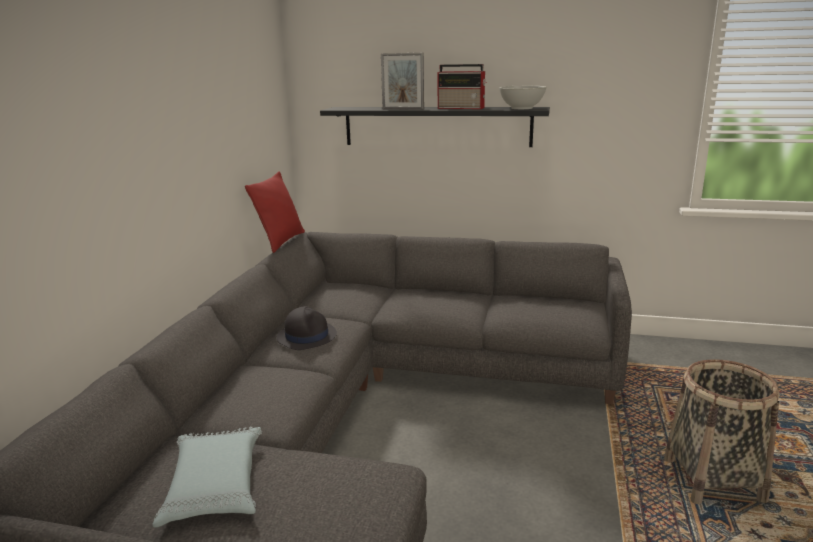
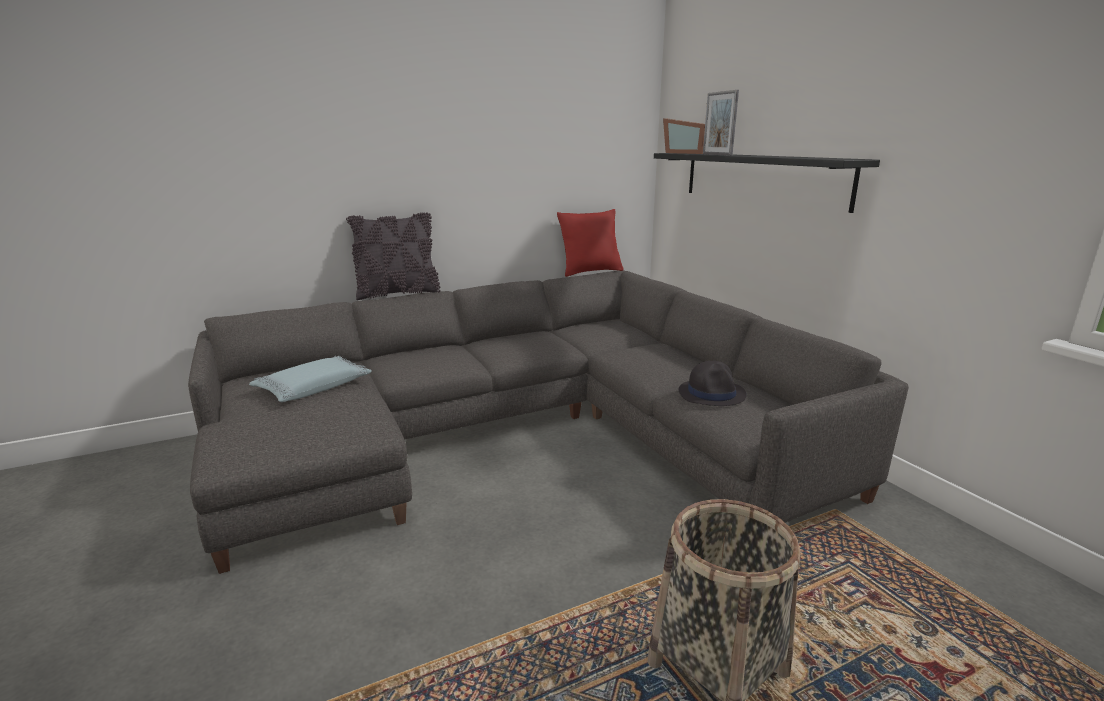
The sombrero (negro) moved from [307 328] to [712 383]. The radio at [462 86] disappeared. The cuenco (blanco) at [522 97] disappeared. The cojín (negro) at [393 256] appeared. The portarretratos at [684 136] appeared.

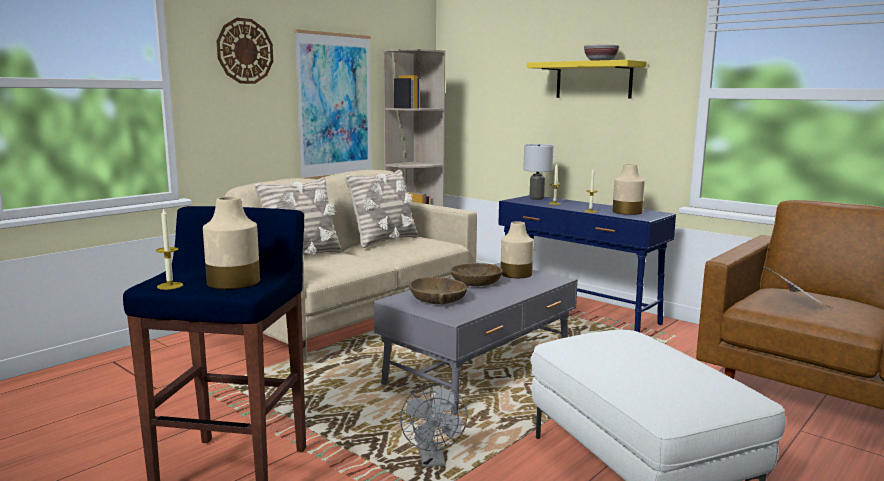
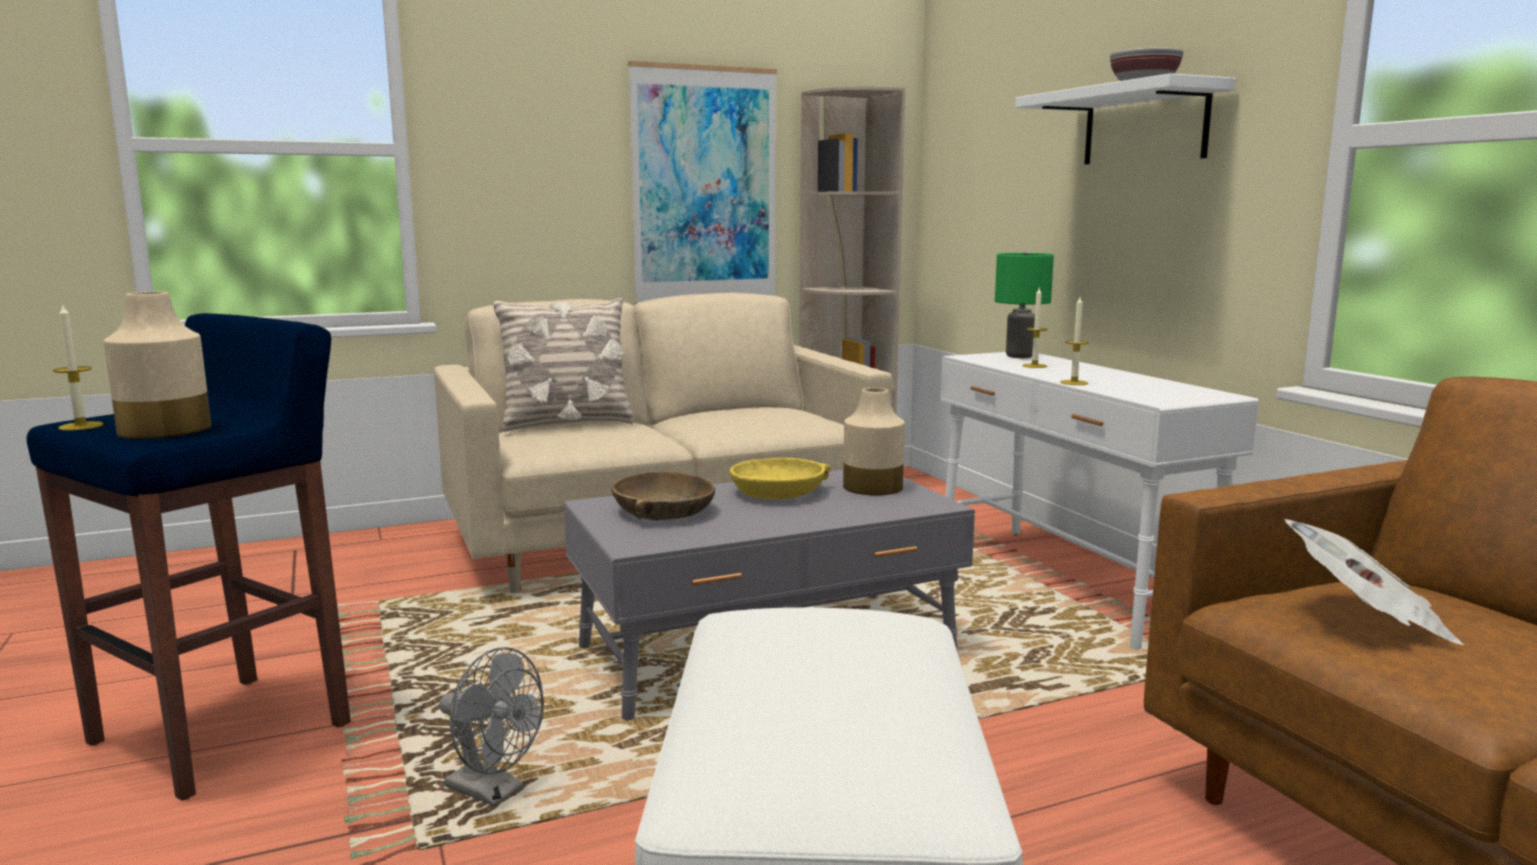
The reloj de pared at [245 51] disappeared. The cojín (beis) at [381 209] disappeared. The ventilador (gris) at [433 425] turned 75 degrees counterclockwise. The cuenco (marrón) at [476 274] became the cuenco (amarillo) at [780 479]. The mesa consola (azul) at [587 263] became the mesa consola (blanco) at [1100 501]. The lámpara de mesa (blanco) at [538 172] became the lámpara de mesa (verde) at [1024 305]. The estante (amarillo) at [587 79] became the estante (blanco) at [1125 118]. The florero (beis) at [628 189] disappeared.

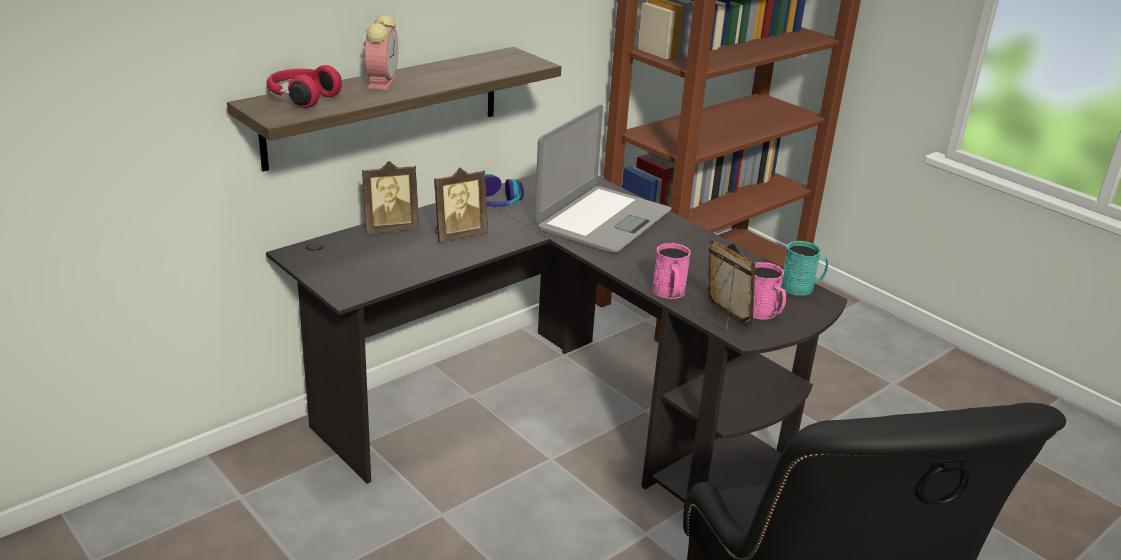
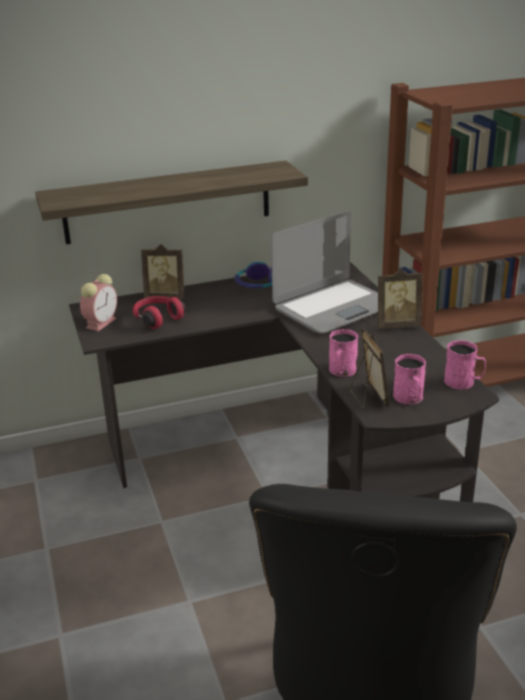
The auriculares (rojo) moved from [304 86] to [159 312]. The despertador moved from [380 52] to [98 302]. The portarretratos moved from [461 205] to [400 298]. The taza grande (turquesa) at [804 268] became the taza grande (rosa) at [465 365].

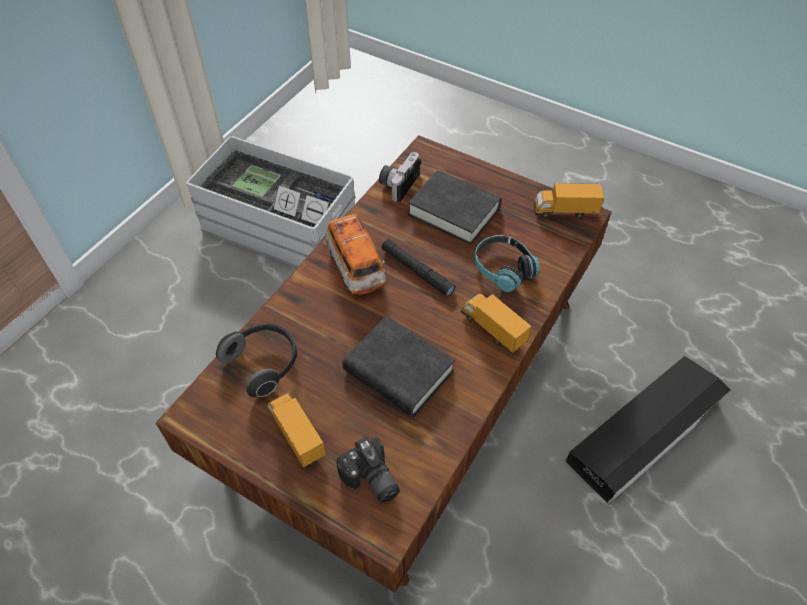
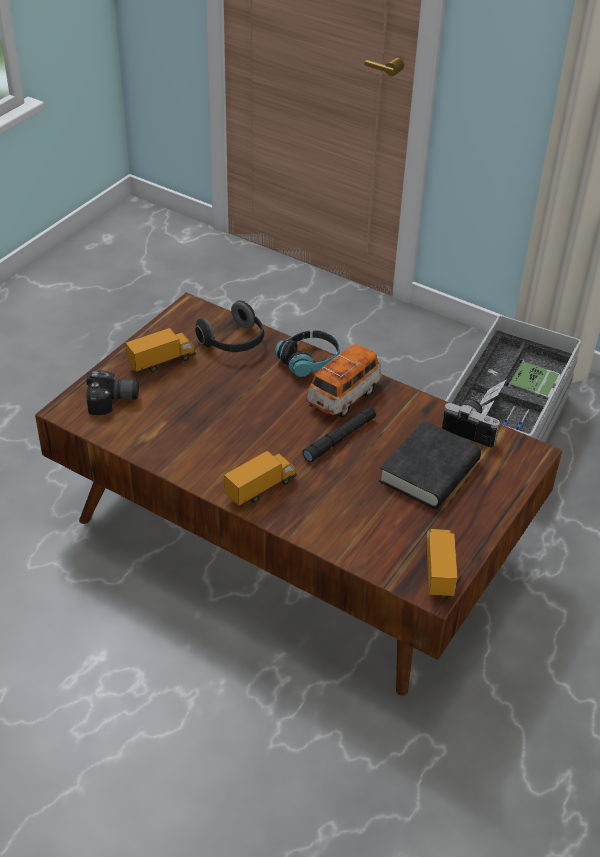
The coche de juguete at [356 254] turned 150 degrees clockwise. The cámara at [368 469] turned 150 degrees counterclockwise. The libro (negro) at [398 366] disappeared. The auriculares moved from [507 263] to [307 353]. The caja de almacenaje (negro) at [648 430] disappeared.

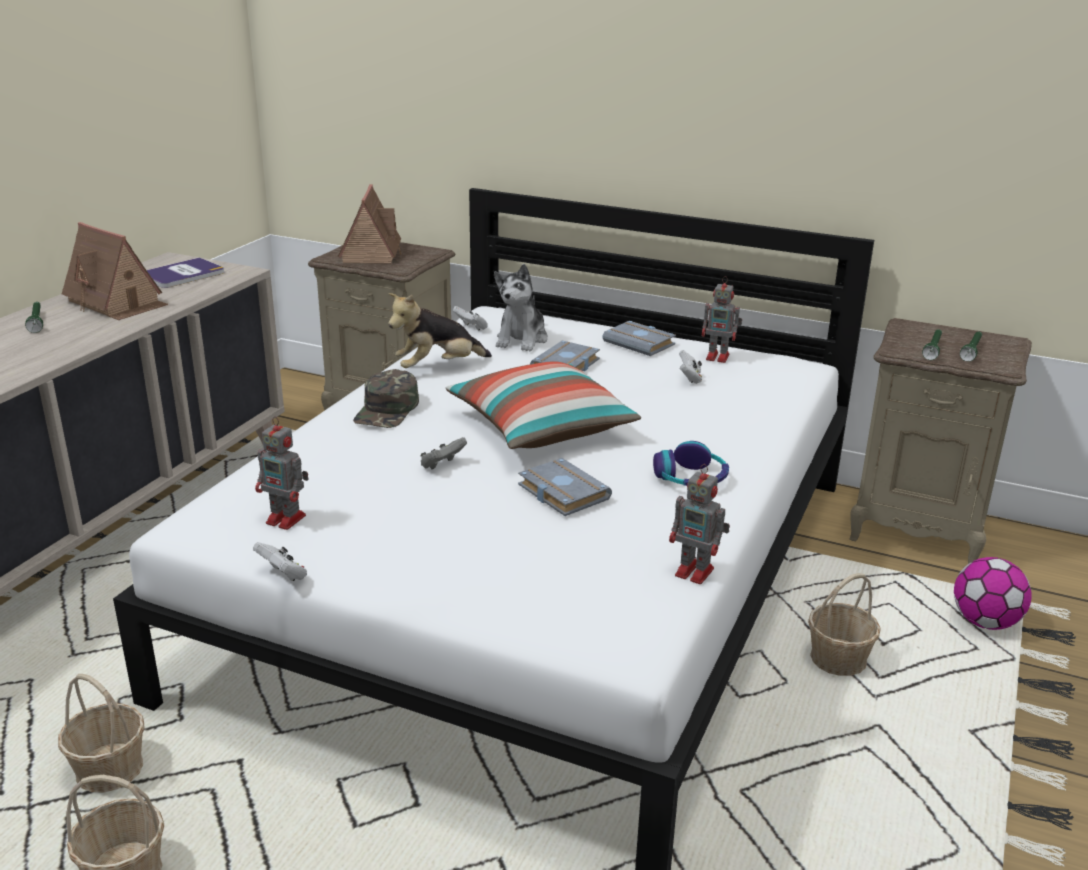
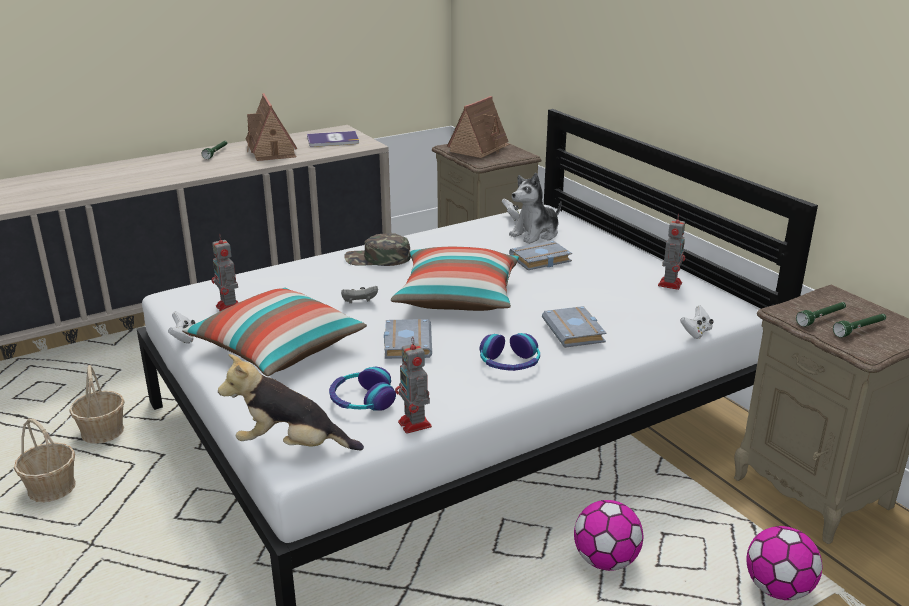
The gorra (verde) at [386 398] turned 45 degrees clockwise. The peluche moved from [440 330] to [291 402]. The libro (gris) moved from [639 338] to [574 327]. The mando de consola (blanco) moved from [690 367] to [697 322]. The robot de juguete at [722 319] turned 120 degrees counterclockwise. The cesta at [844 624] was replaced by the balón de fútbol at [608 535]. The cojín at [274 332] appeared. The auriculares at [362 389] appeared.

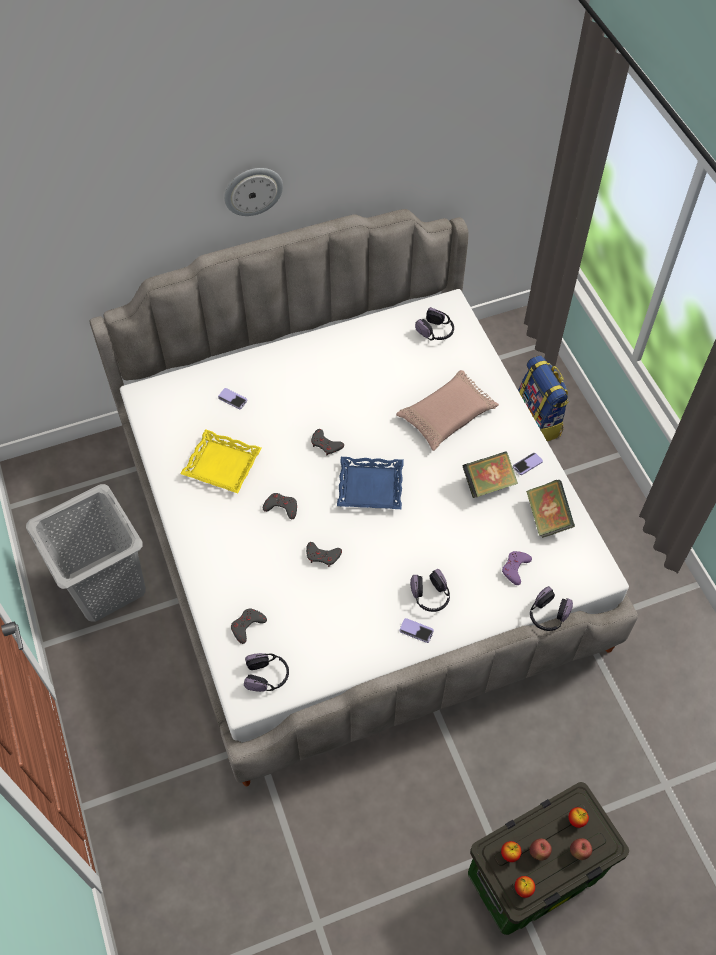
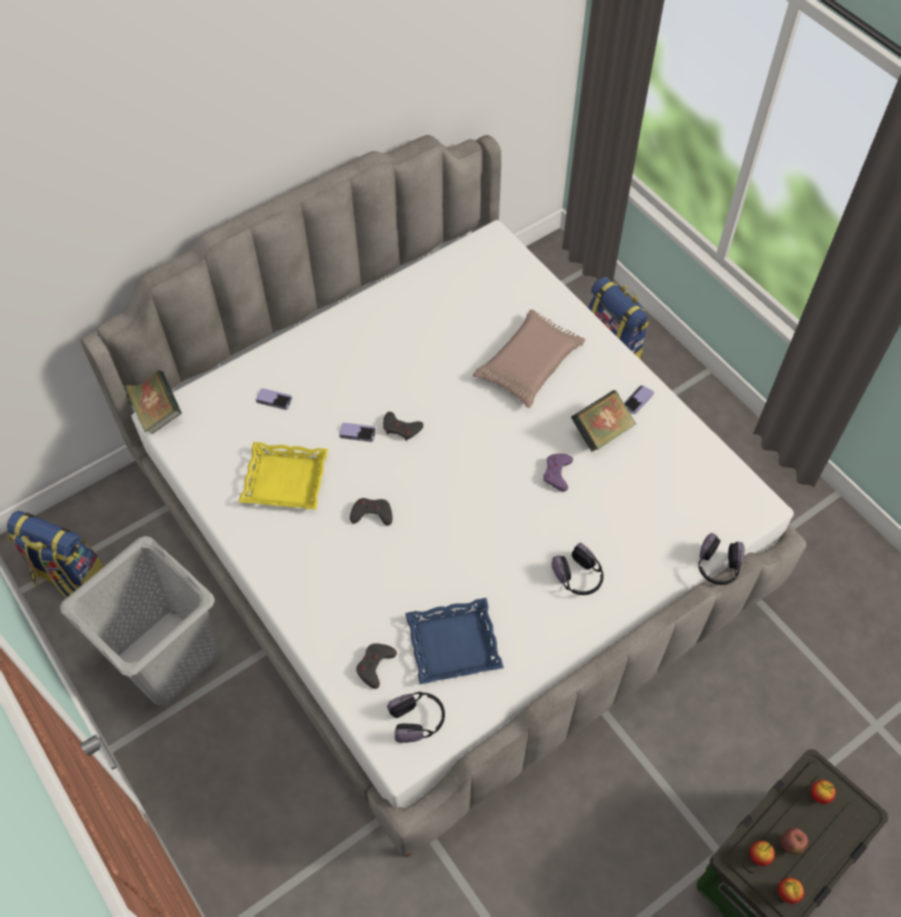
The reloj de pared at [253 192] disappeared. The mando de consola (gris) at [324 554] disappeared. The bandeja (azul) moved from [370 483] to [454 641]. The móvil moved from [417 630] to [357 432]. The auriculares at [434 323] disappeared. The mando de consola (morado) moved from [517 568] to [558 472]. The libro moved from [550 509] to [153 402]. The manzana at [581 849] disappeared. The mochila at [55 554] appeared.

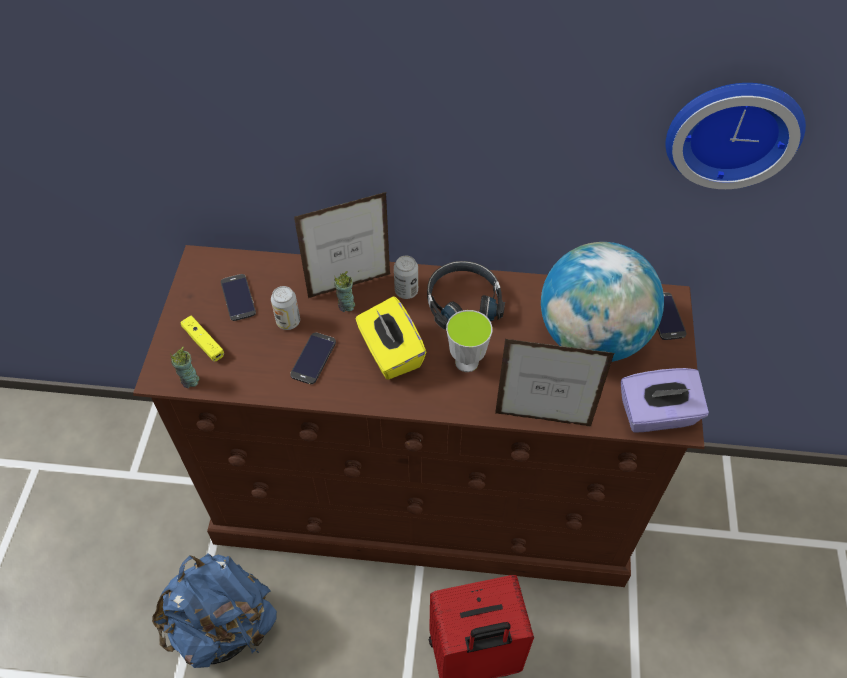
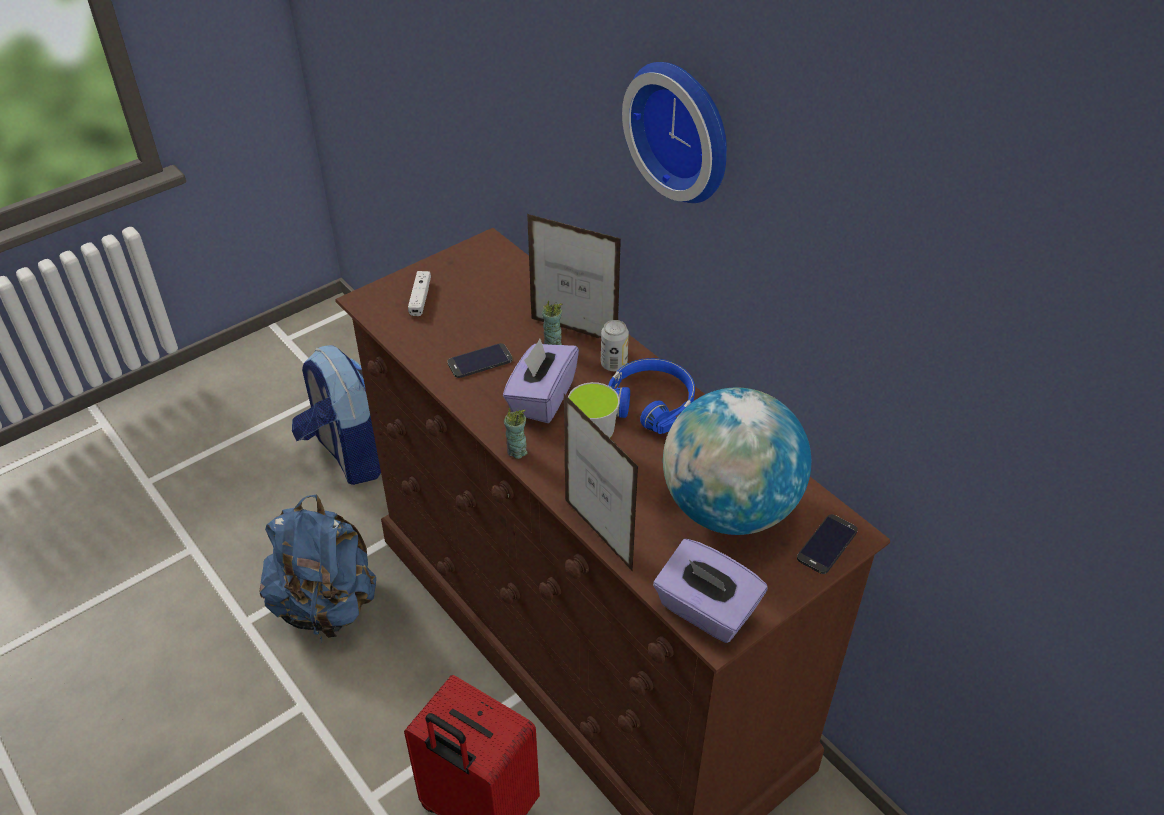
The taza moved from [185 367] to [515 433]. The mando de consola (amarillo) at [202 338] became the mando de consola (blanco) at [419 293]. The móvil at [238 297] disappeared. The lata at [285 308] disappeared. The caja de pañuelos (amarillo) at [391 338] became the caja de pañuelos (morado) at [541 381]. The auriculares (negro) at [466 295] became the auriculares (azul) at [651 396]. The reloj de pared moved from [735 136] to [674 132]. The mochila at [336 415] appeared.

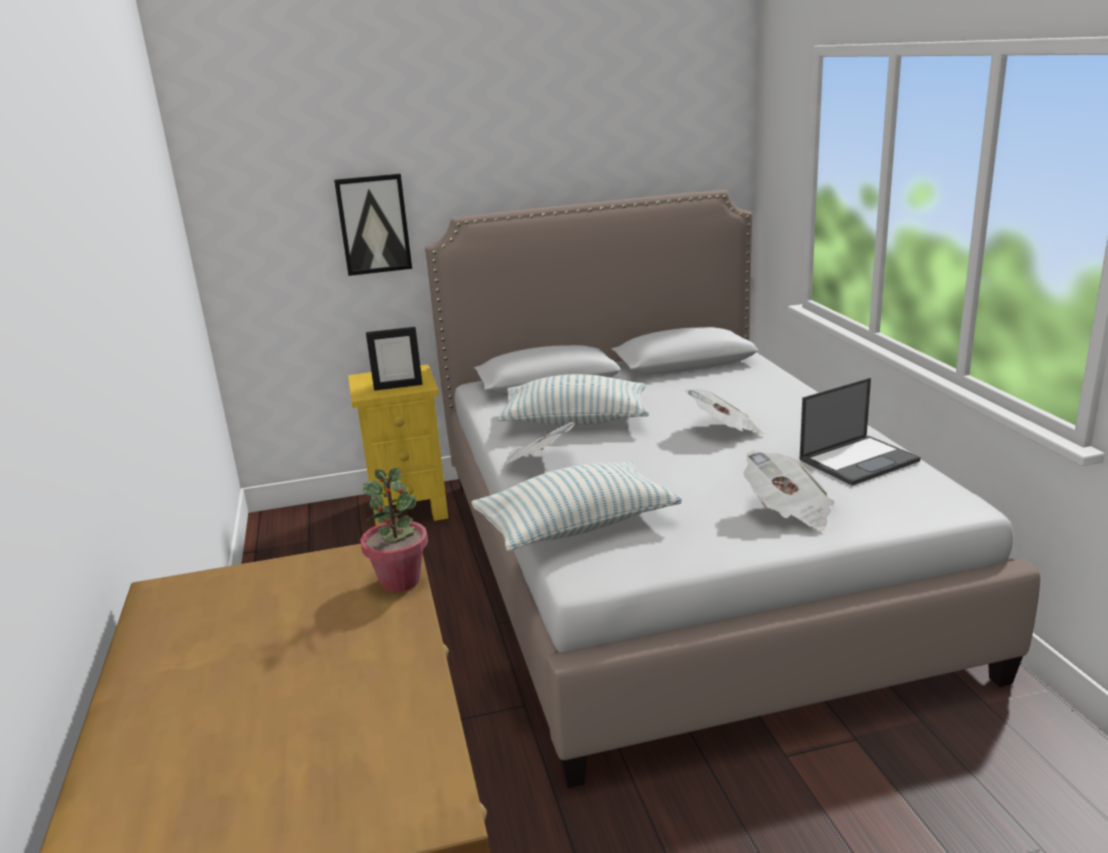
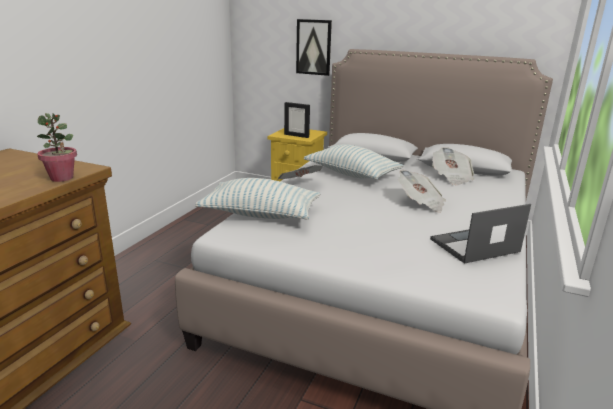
The periódico moved from [788 490] to [453 166]. The portátil at [860 432] turned 150 degrees clockwise.

